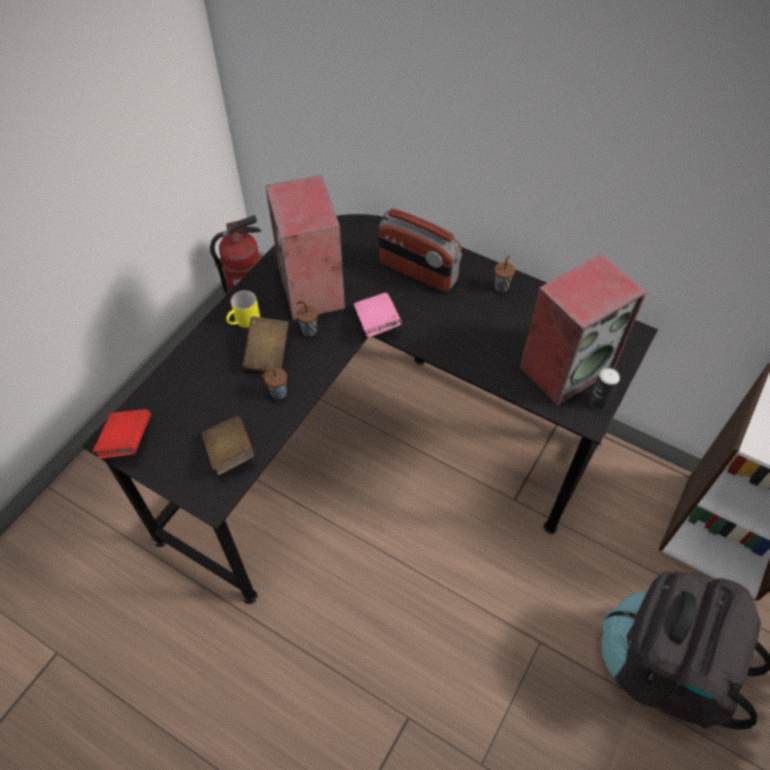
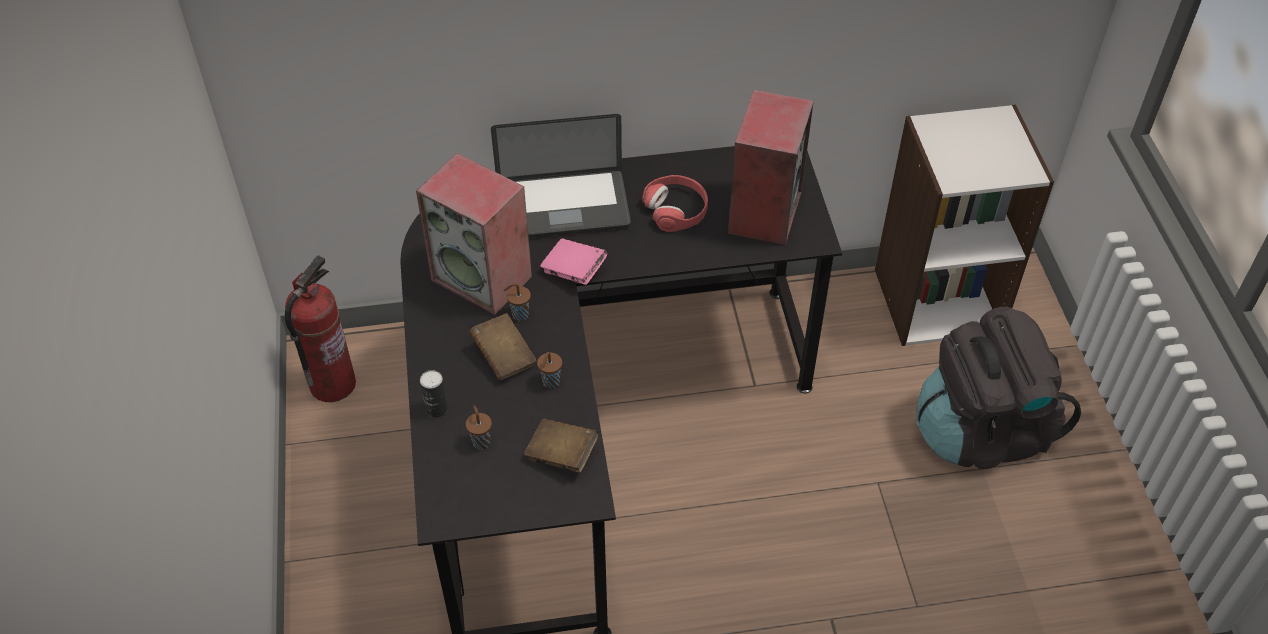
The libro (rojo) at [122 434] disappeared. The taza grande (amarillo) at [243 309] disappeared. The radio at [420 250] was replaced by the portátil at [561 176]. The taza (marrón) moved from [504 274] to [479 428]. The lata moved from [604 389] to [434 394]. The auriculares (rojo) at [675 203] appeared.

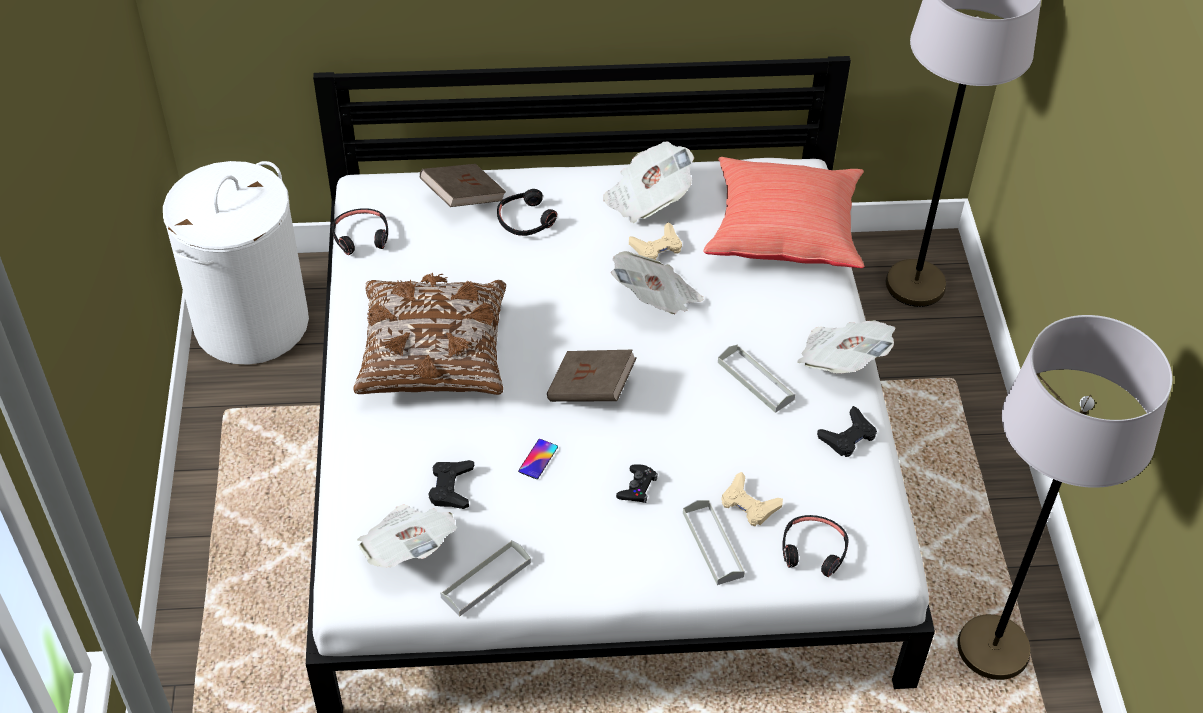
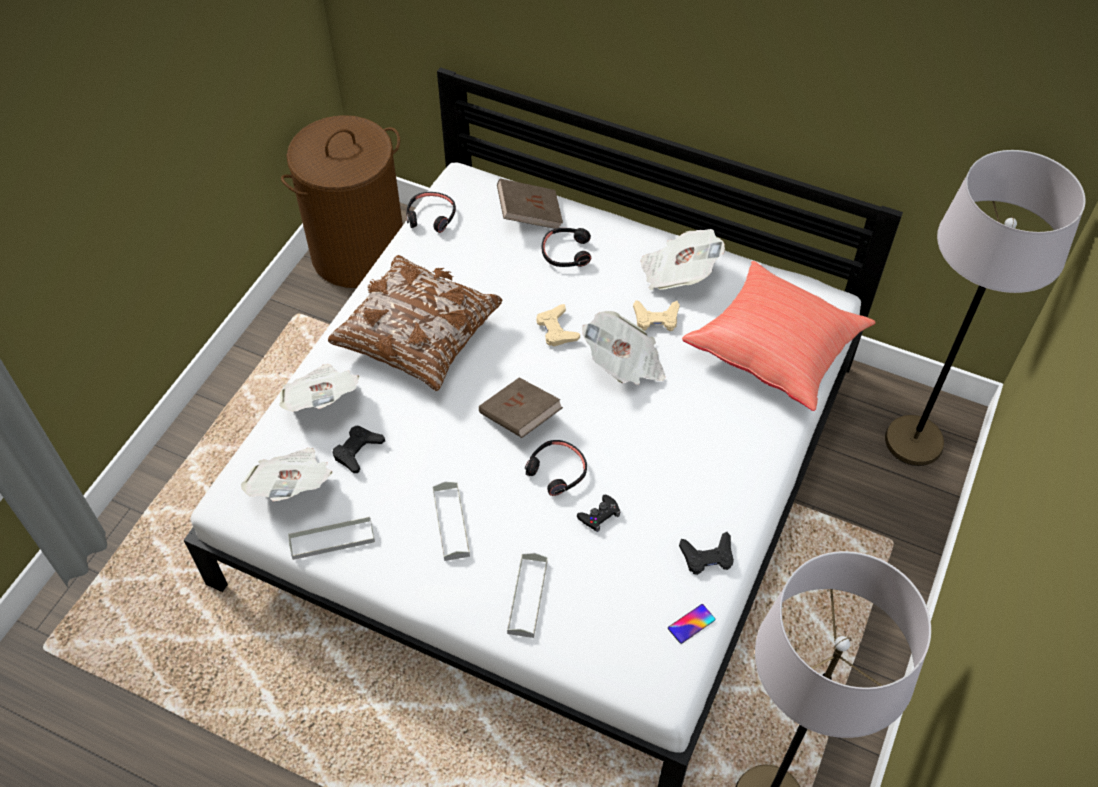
The cesto de la ropa (blanco) at [236 263] became the cesto de la ropa (marrón) at [342 201]. The móvil moved from [538 459] to [691 624]. The mando de consola (negro) moved from [637 483] to [598 513]. The bandeja (gris) moved from [756 379] to [451 521]. The mando de consola (beis) moved from [752 499] to [558 325]. The auriculares (negro) moved from [815 546] to [556 468]. The periódico moved from [846 346] to [319 388].

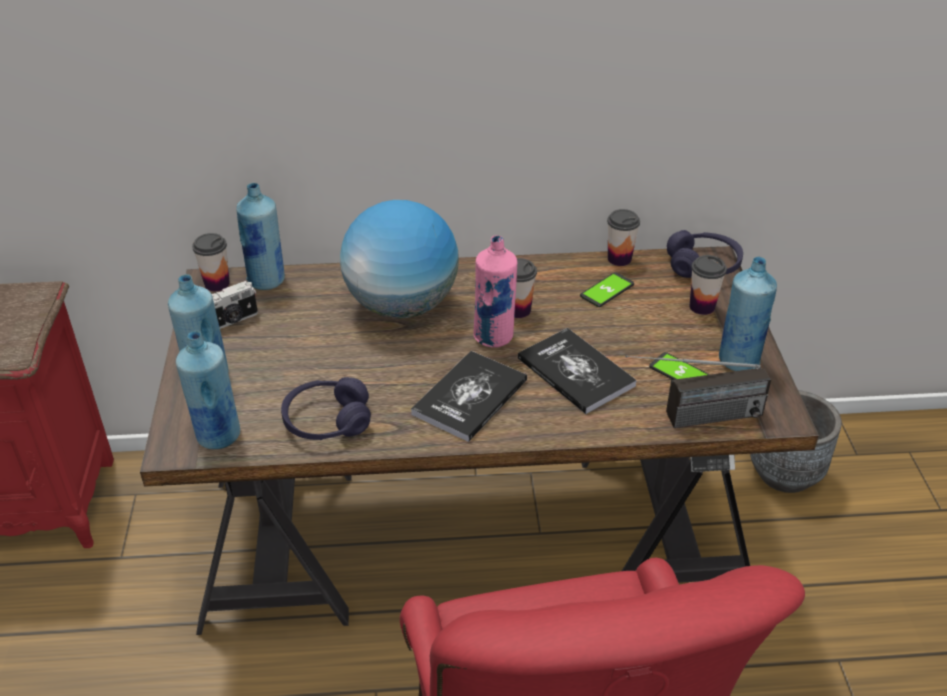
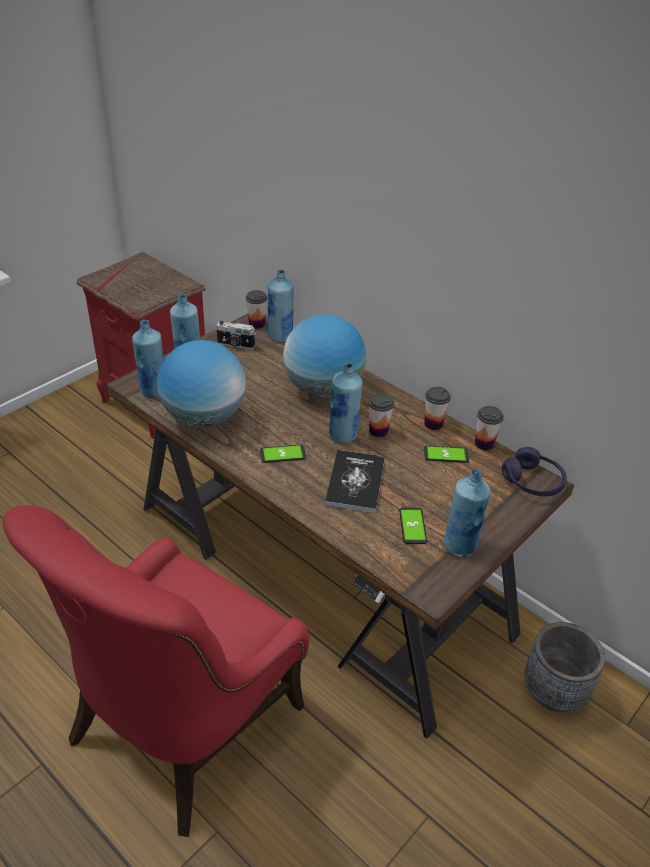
The auriculares (morado) at [326 408] was replaced by the globo terráqueo at [201 384]. The libro at [469 396] was replaced by the móvil at [283 454]. The botella (rosa) at [495 291] became the botella (azul) at [345 403]. The radio at [698 391] disappeared. The taza moved from [708 285] to [437 408].

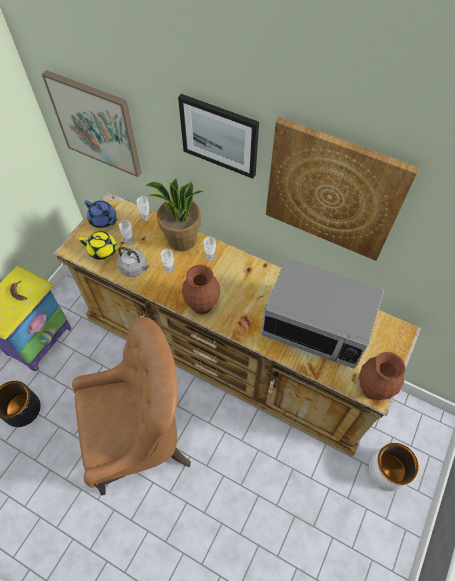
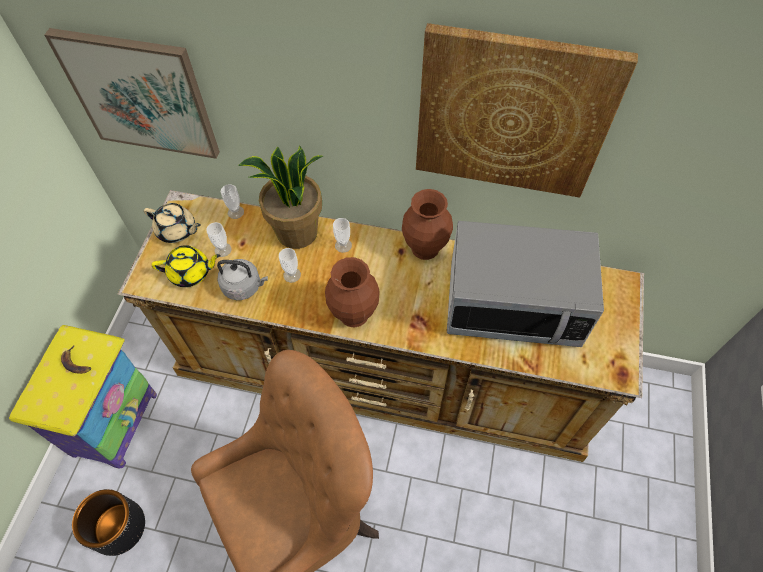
The tetera (azul) at [101 214] became the tetera (beis) at [172 223]. The cuadro at [218 136] disappeared. The florero (marrón) moved from [382 376] to [427 224]. The maceta (blanco) at [394 467] disappeared.

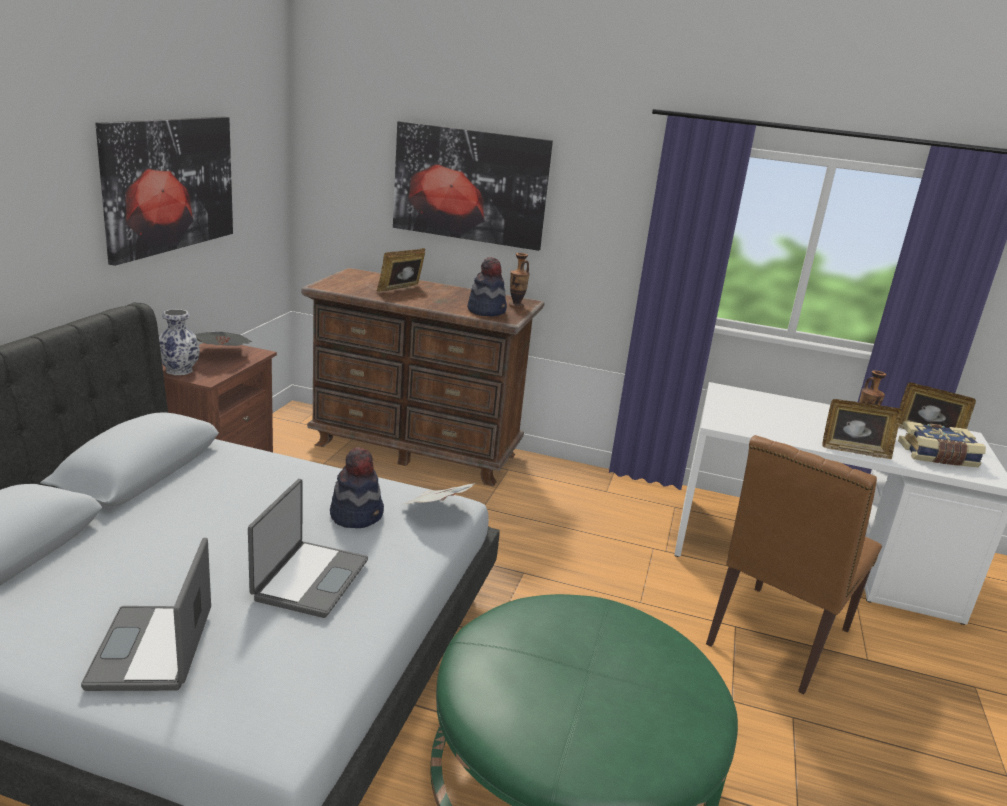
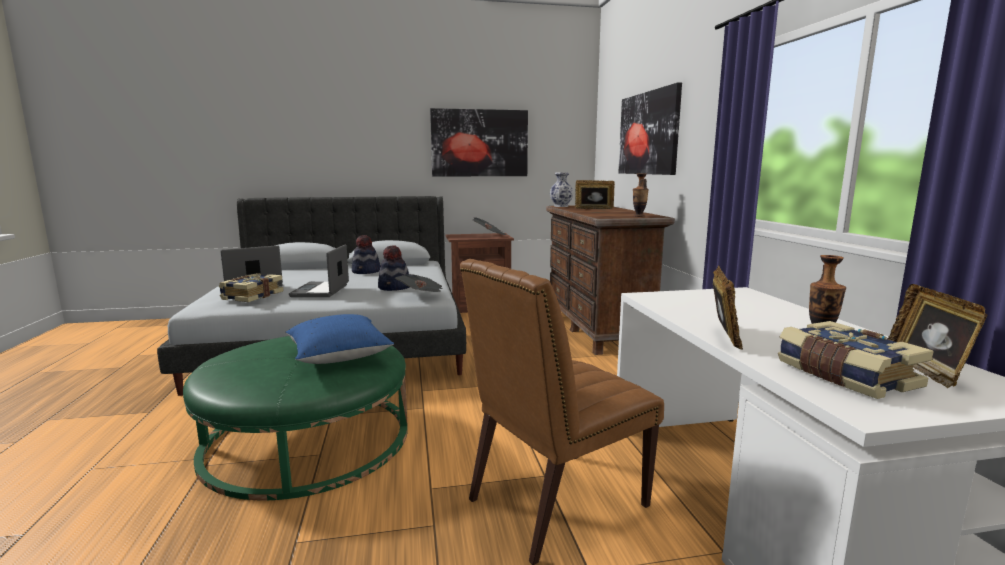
The florero moved from [179 342] to [561 189]. The portátil at [308 548] turned 105 degrees clockwise. The sombrero moved from [487 286] to [366 254]. The silla (marrón) at [794 564] turned 45 degrees counterclockwise. The portarretratos at [862 429] turned 150 degrees counterclockwise. The libro at [251 287] appeared. The cojín (azul) at [339 339] appeared.

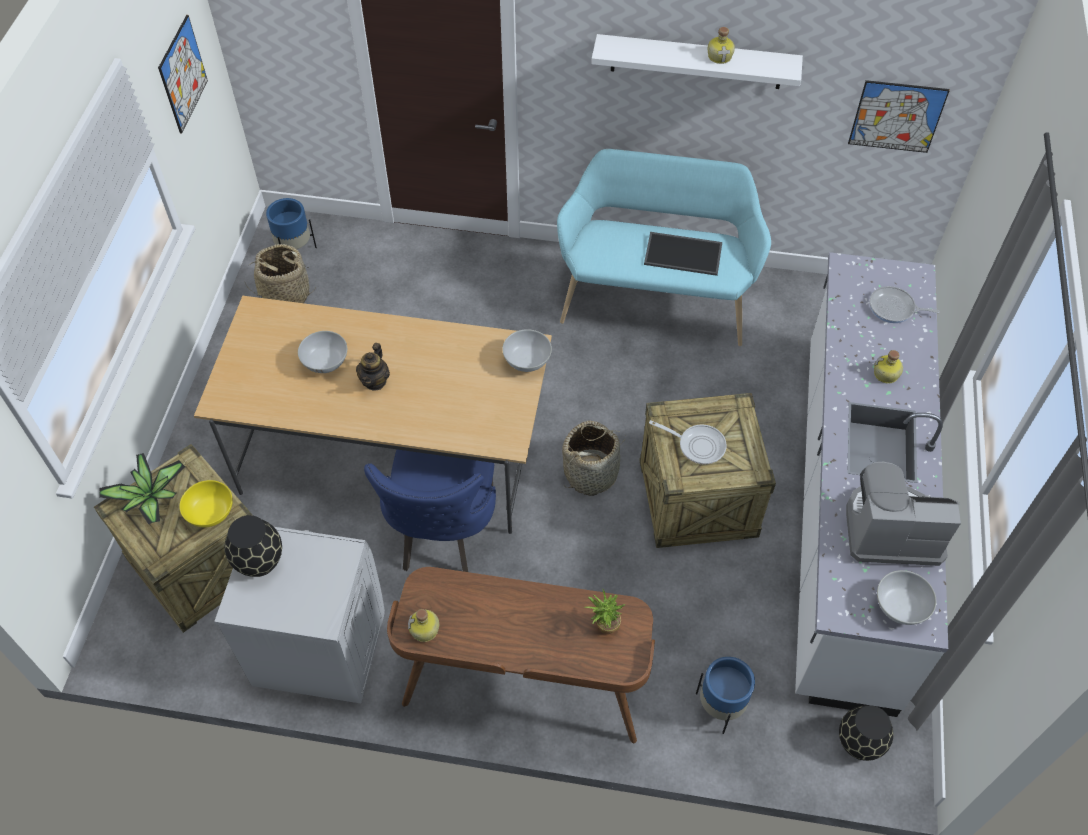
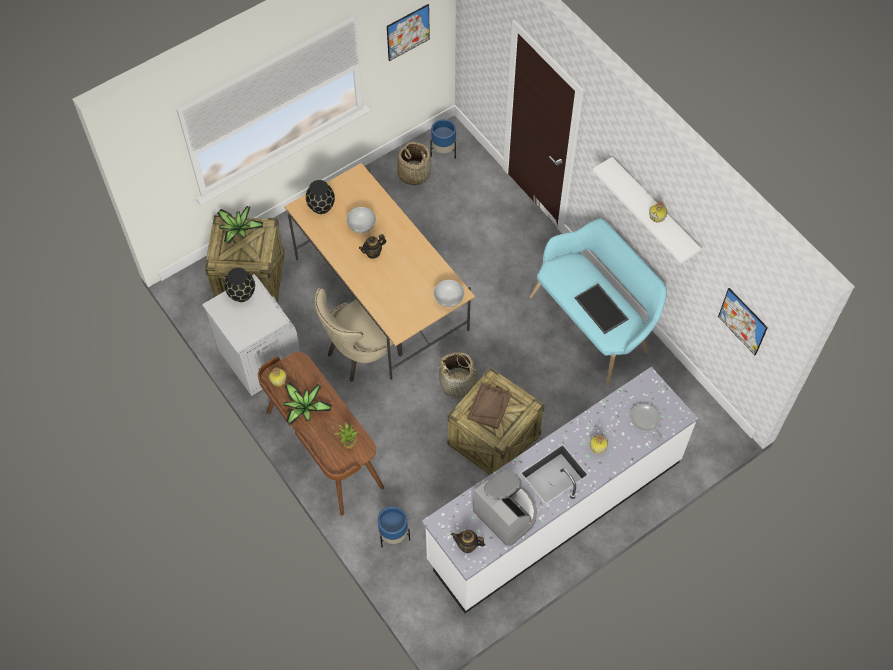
The cuenco (amarillo) at [206 503] disappeared. The silla (azul) at [430 510] became the silla (beis) at [358 335]. The sartén at [688 442] was replaced by the bandeja (marrón) at [489 406]. The florero (negro) moved from [866 733] to [320 197]. The cuenco (blanco) at [906 597] was replaced by the tetera at [468 541]. The planta en maceta at [308 403] appeared.

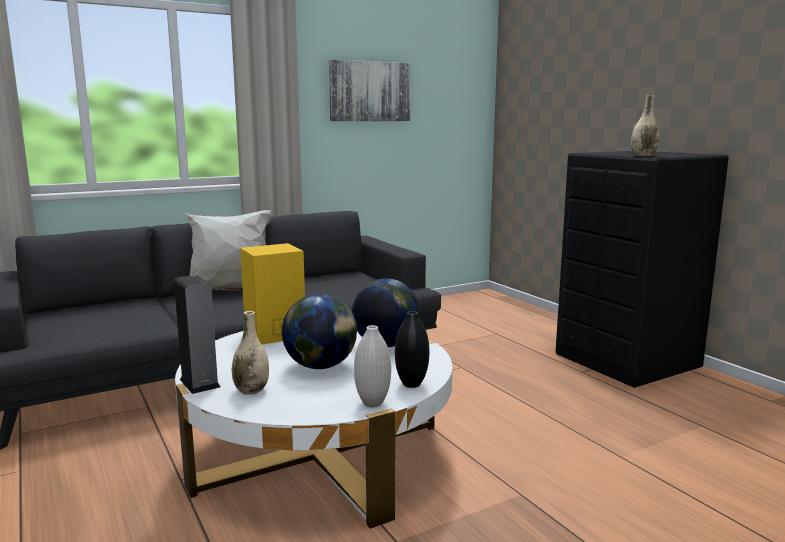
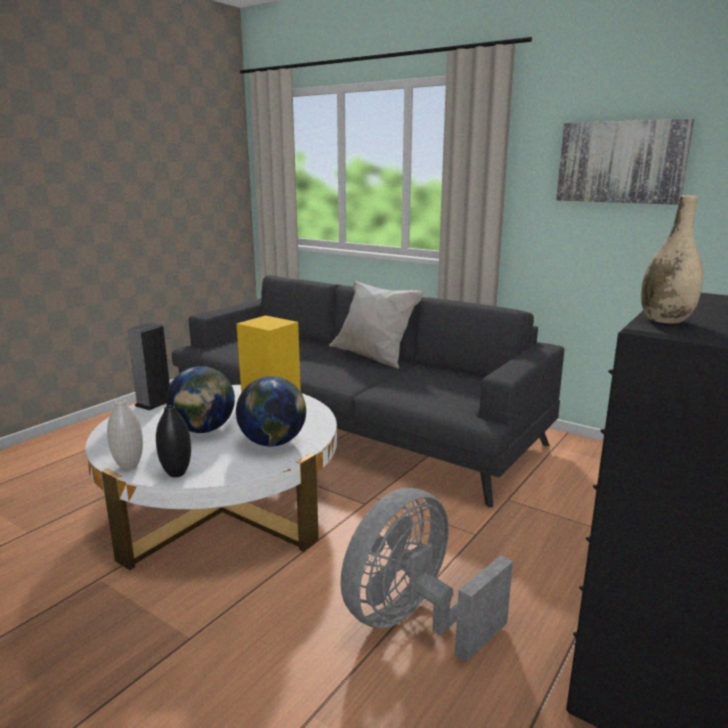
The florero (beis) at [250 353] disappeared. The ventilador (gris) at [426 575] appeared.

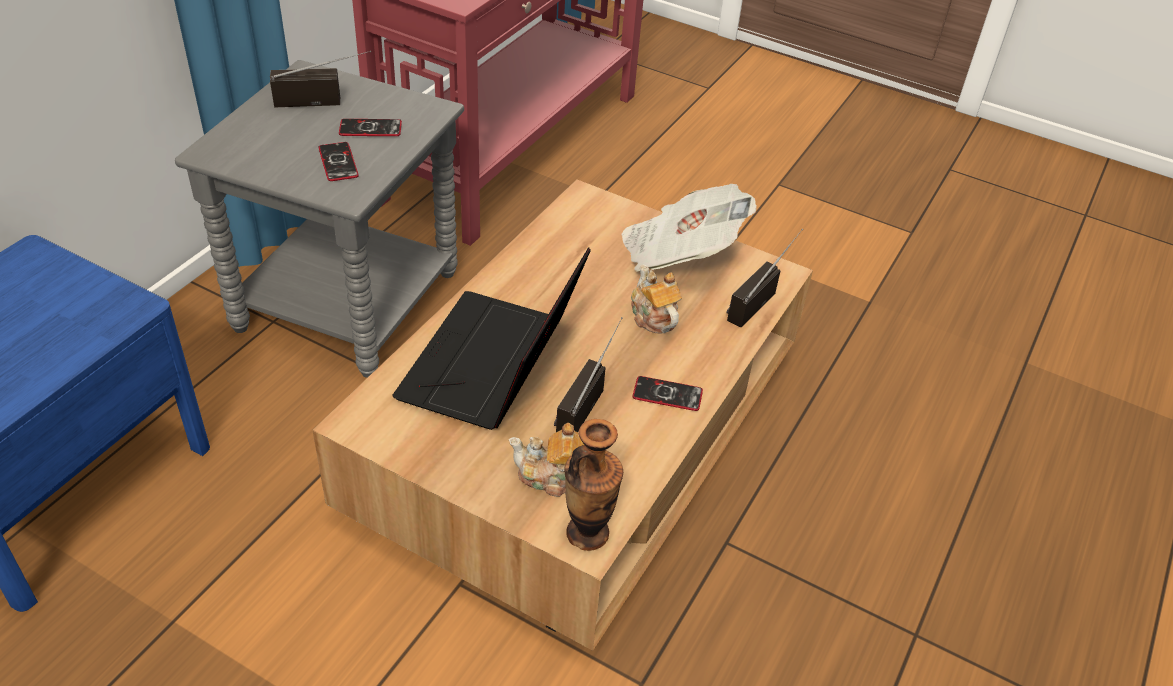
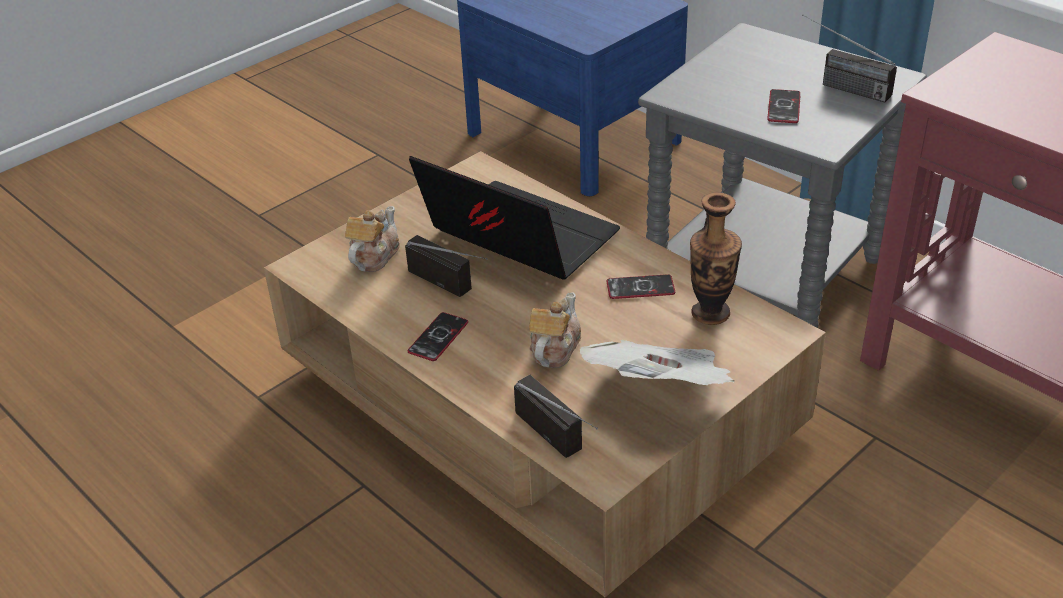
The radio at [320 79] turned 120 degrees clockwise. The móvil moved from [338 161] to [641 286]. The florero moved from [593 485] to [716 258]. The tetera at [656 298] turned 60 degrees counterclockwise.

